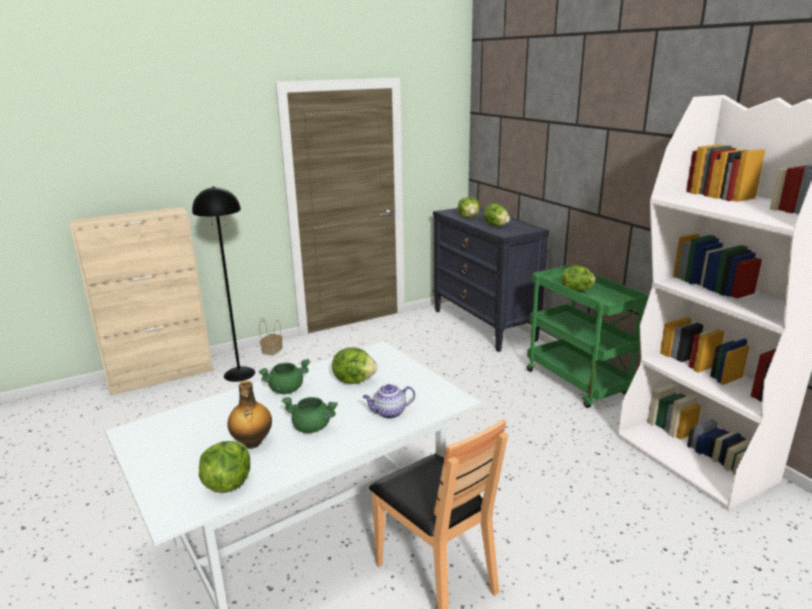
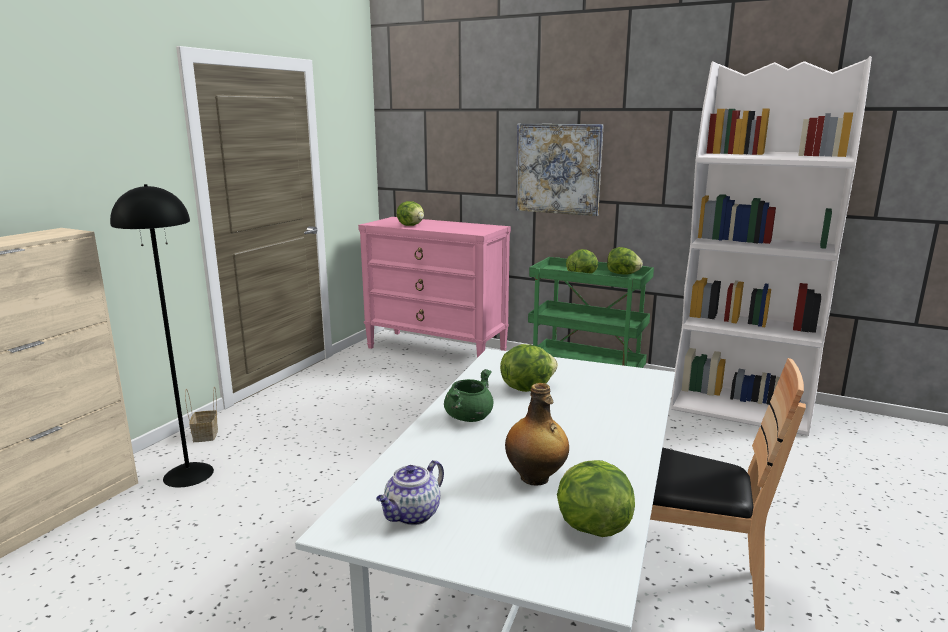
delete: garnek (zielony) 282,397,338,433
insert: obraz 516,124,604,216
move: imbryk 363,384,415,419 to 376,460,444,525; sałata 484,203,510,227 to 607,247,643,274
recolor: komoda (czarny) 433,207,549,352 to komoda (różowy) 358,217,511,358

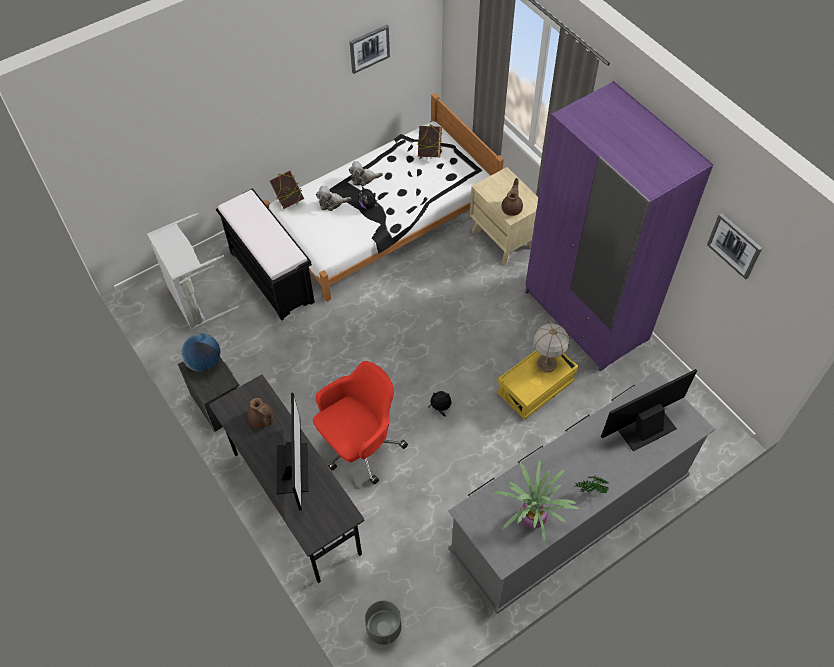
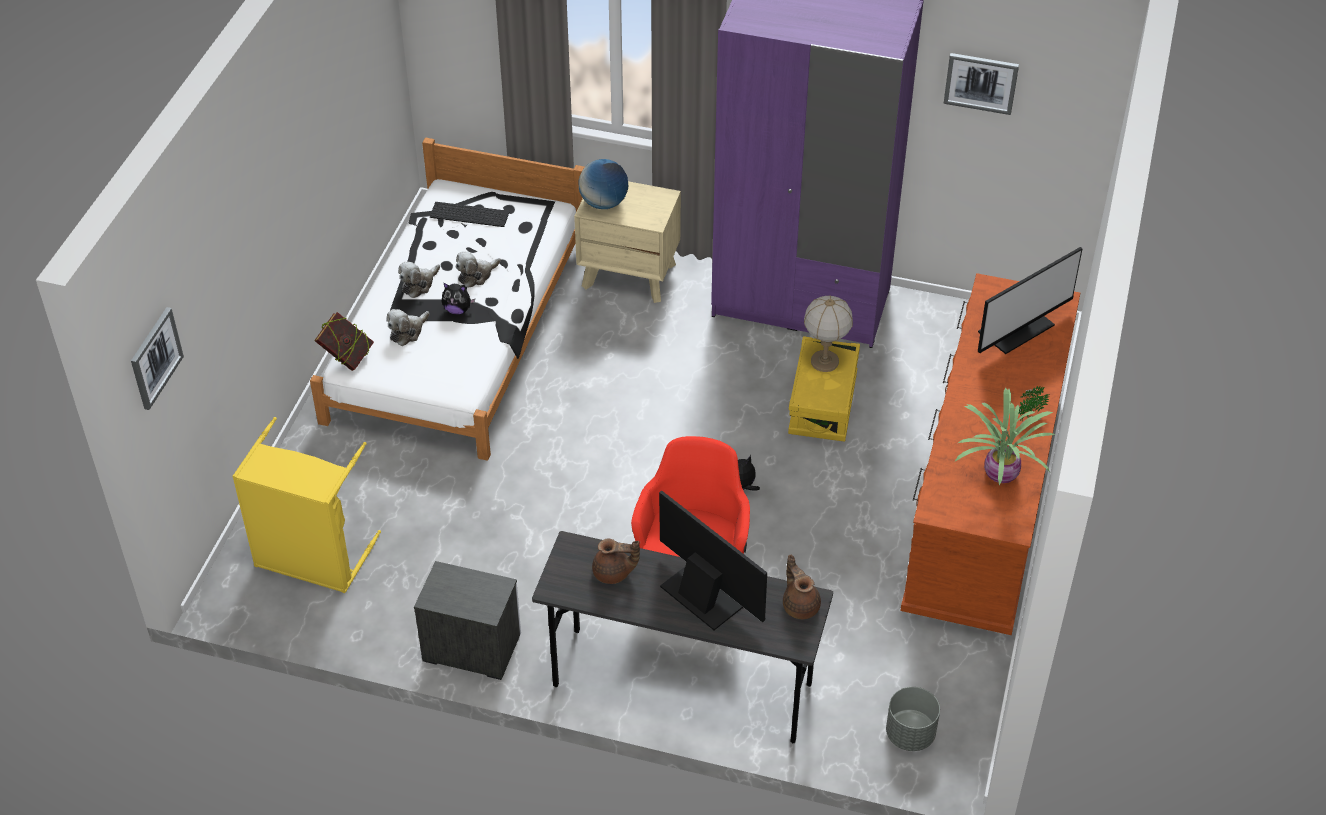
delete: ławka (czarny) 216,188,315,321
insert: pluszak 456,251,501,287
move: globus 181,333,221,372 to 578,159,628,209; obraz 350,25,390,74 to 131,307,184,410; imbryk (brązowy) 501,178,523,216 to 783,555,821,619
replace: książka 418,125,442,158 to klawiatura 430,202,509,227
recolor: kosz na pranie (szary) 147,213,239,330 to kosz na pranie (żółty) 232,417,381,593; komoda (szary) 448,372,715,614 to komoda (brązowy) 900,273,1080,635
rotate: monitor 601,369,697,451 = 978,247,1083,354 150 degrees counterclockwise

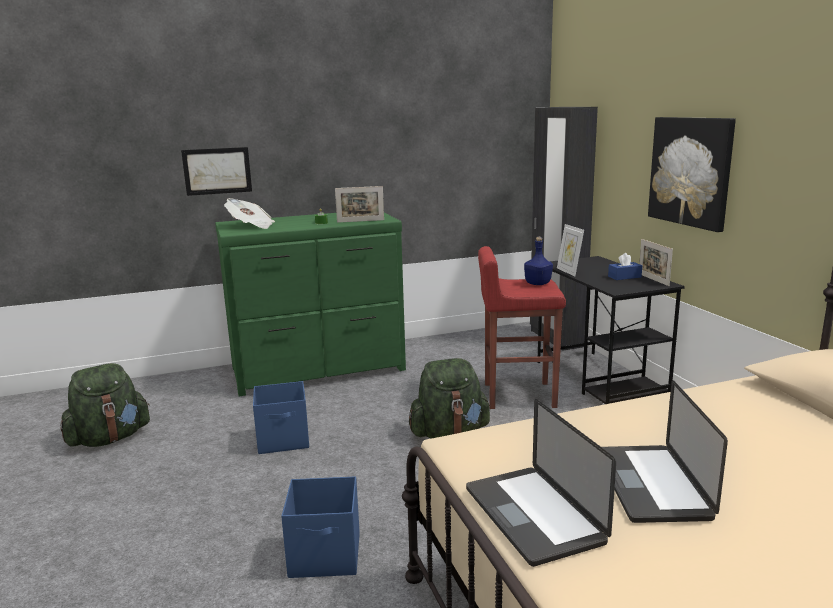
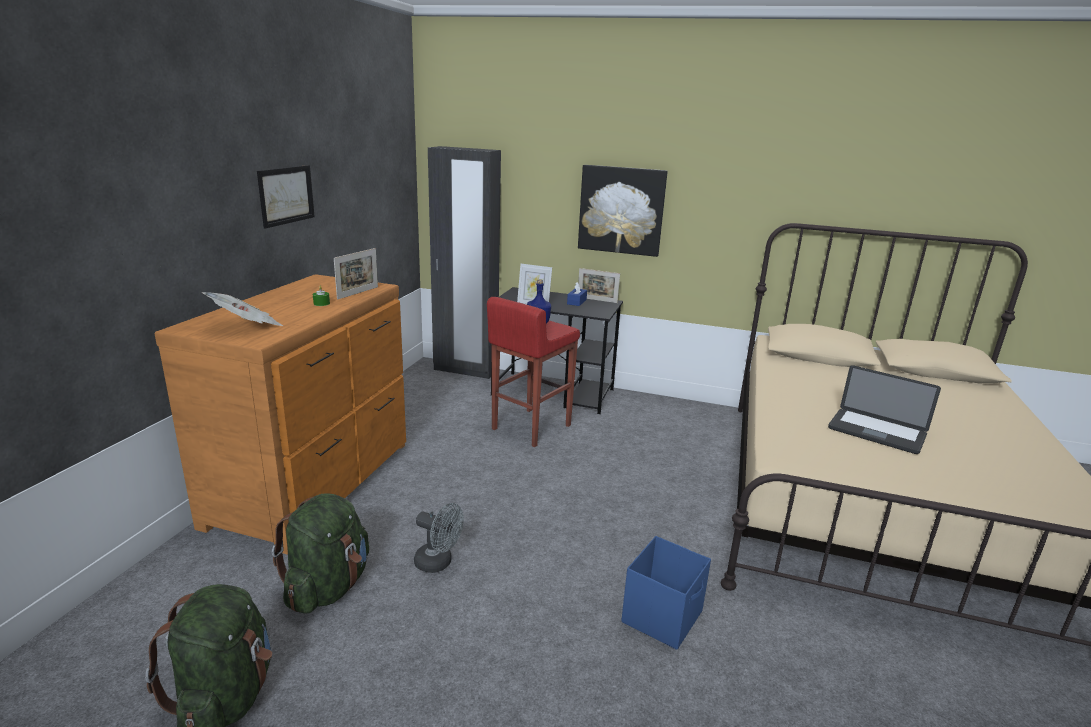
delete: laptop 466,399,616,567
move: obraz 181,147,252,196 to 257,165,315,229; plecak (zielony) 409,358,490,439 to 272,493,369,614
replace: pojemnik do przechowywania (niebieski) 253,381,309,454 to wentylator (szary) 414,503,464,573
recolor: komoda (zielony) 215,213,406,397 to komoda (brązowy) 154,274,406,554

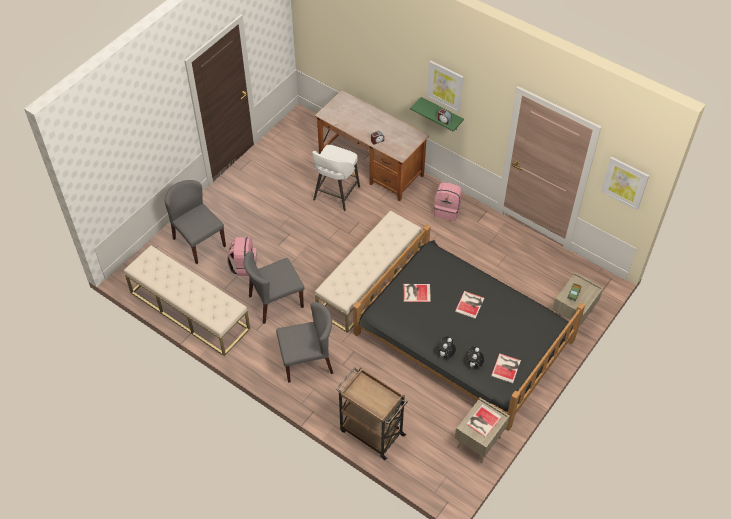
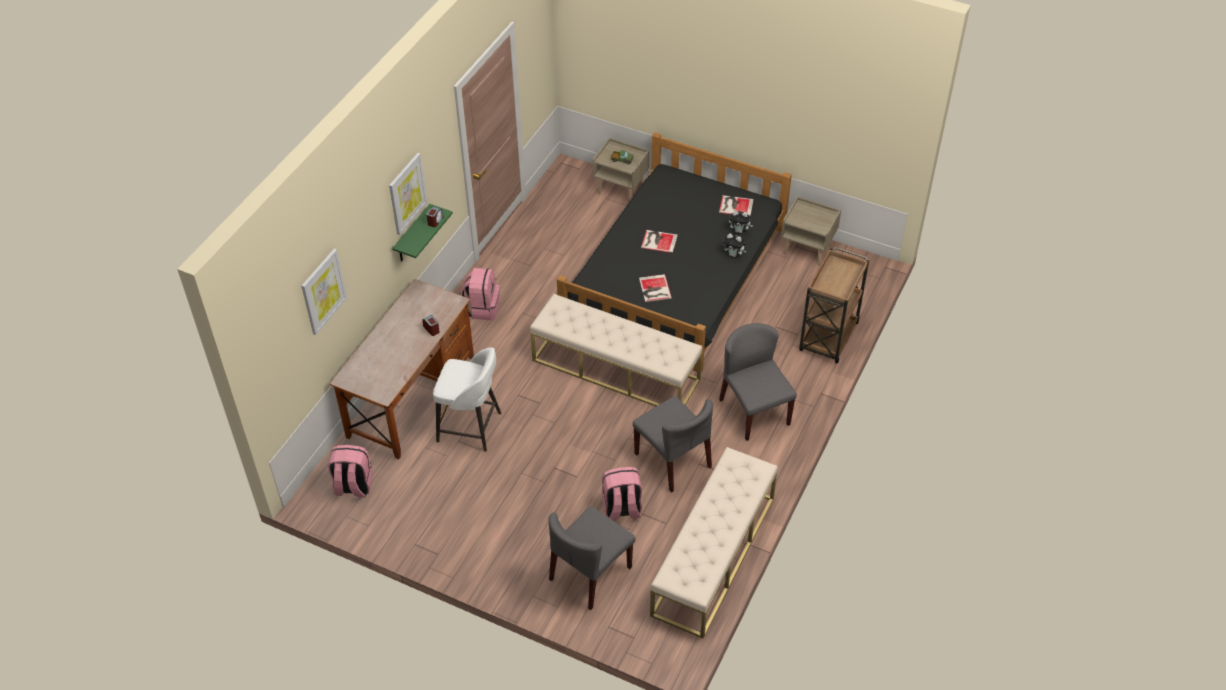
delete: książka 466,404,502,438
insert: plecak (różowy) 328,445,373,498
move: obraz 601,157,649,210 to 301,249,347,335

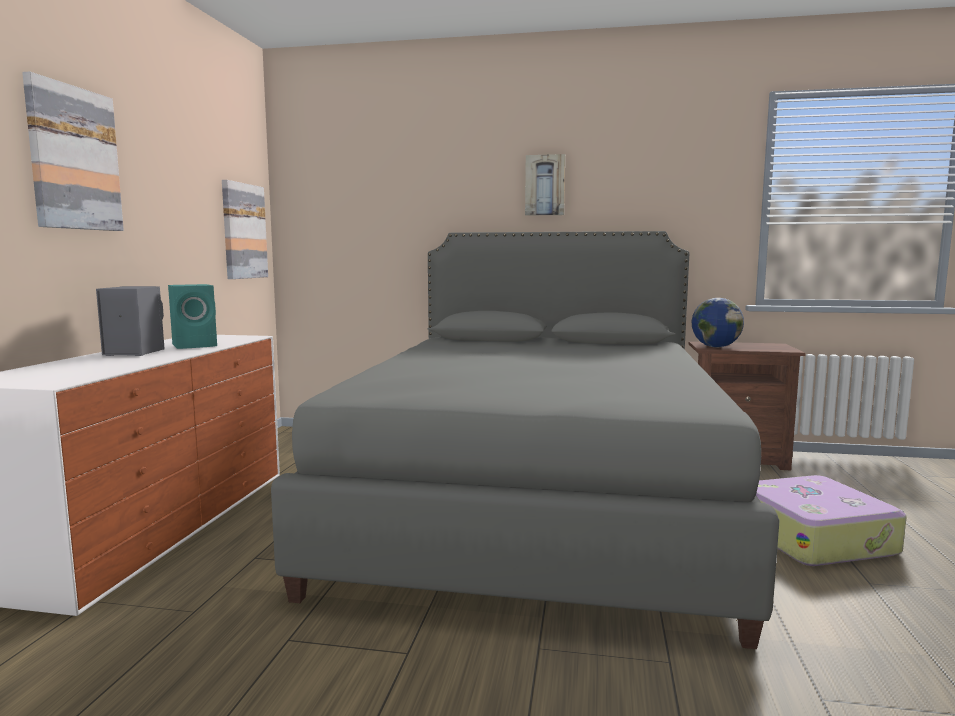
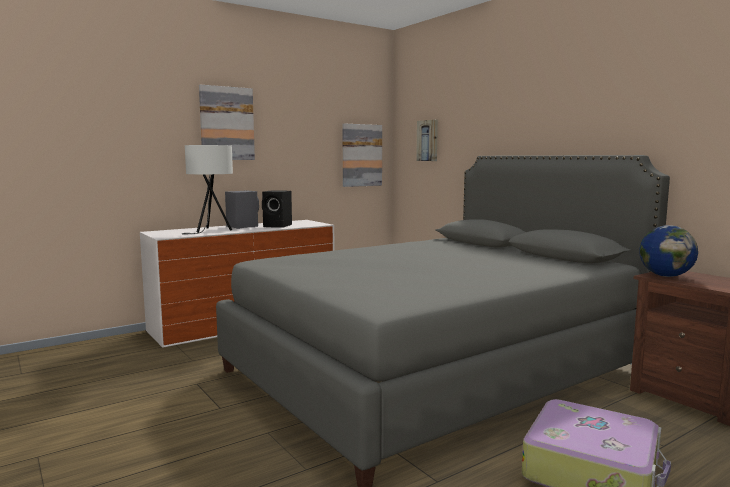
insert: lampa stołowa (biały) 182,145,233,235
move: obraz 525,154,565,216 to 416,120,438,161
recolor: głośnik (turkusowy) 168,284,217,349 to głośnik (czarny) 262,190,292,228

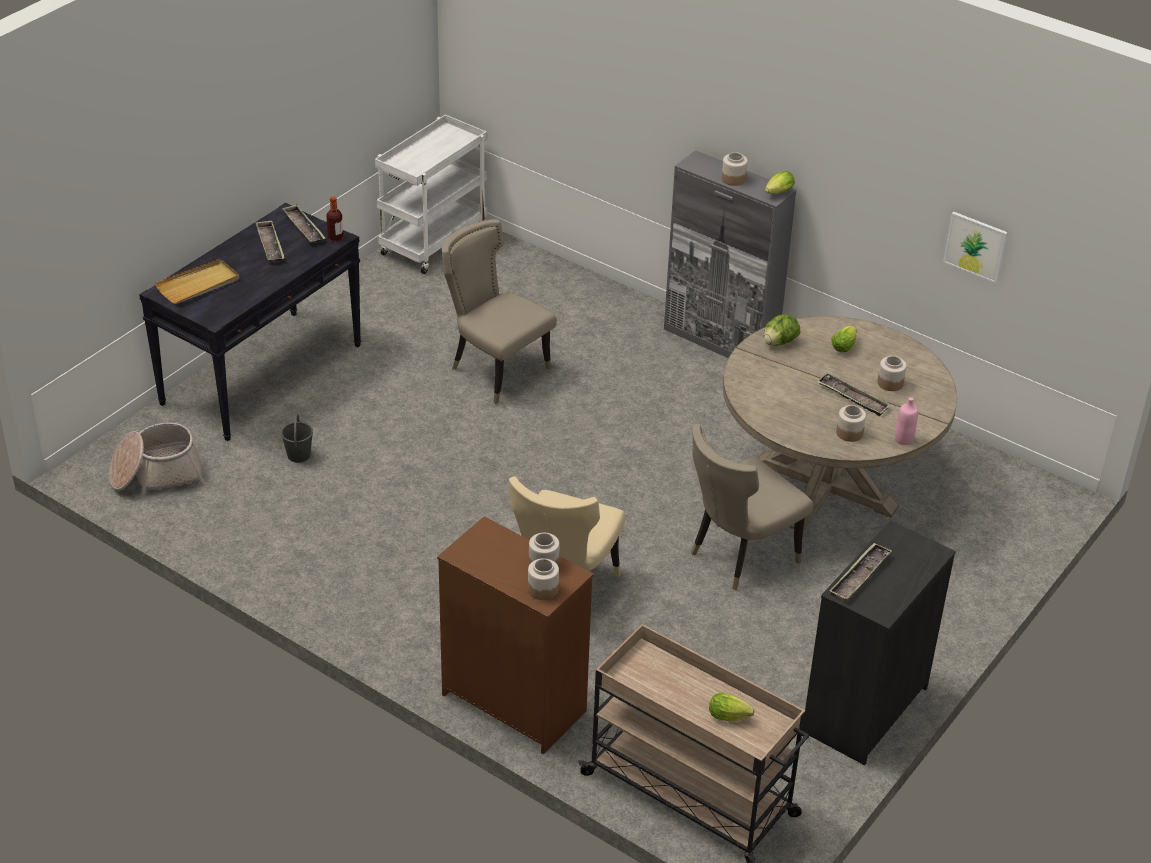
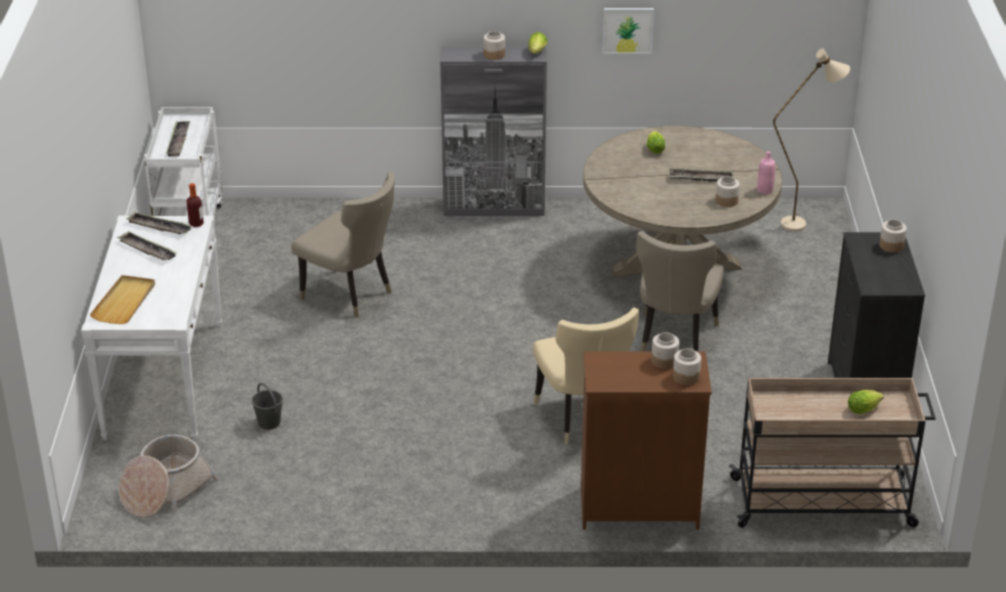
delete: sałata 764,314,800,346
insert: lampa stojąca (beżowy) 773,48,850,231
move: taca 829,543,892,601 to 166,121,190,156; słoik 877,356,907,391 to 879,219,907,253; obraz 943,211,1007,283 to 603,8,654,54
recolor: stolik konsolowy (czarny) 139,203,361,441 to stolik konsolowy (biały) 81,216,222,440
rotate: krzesło (beżowy) 442,219,557,404 = 291,172,395,318 150 degrees counterclockwise

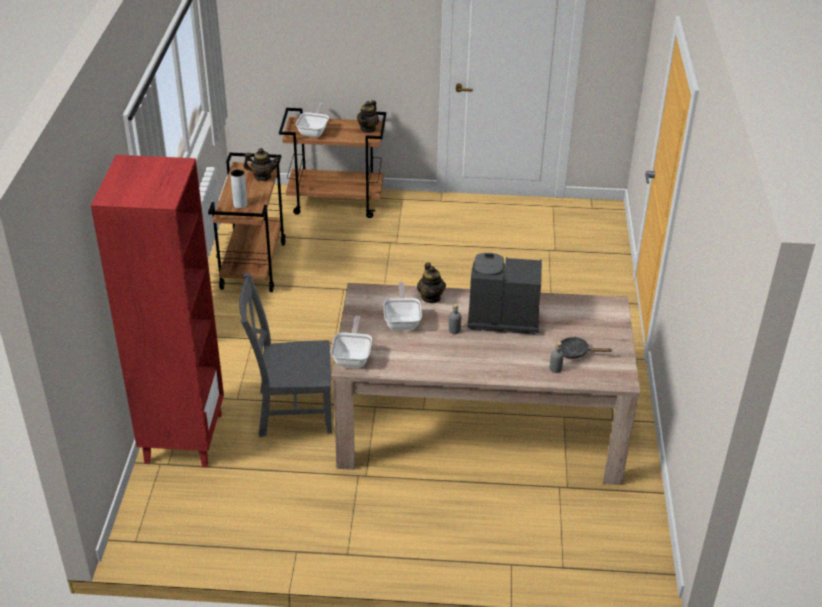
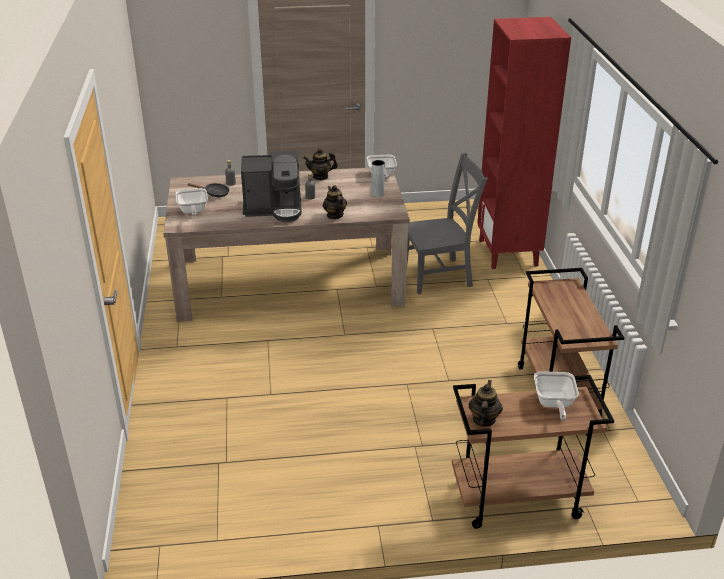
move: wazon (szary) 230,169,247,208 to 371,160,385,197; imbryk 243,148,279,181 to 303,148,338,180; patelnia 384,282,422,331 to 176,188,208,216

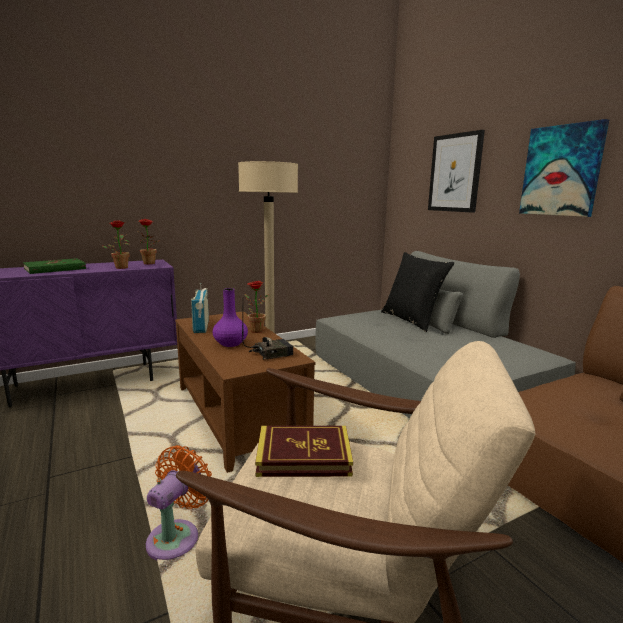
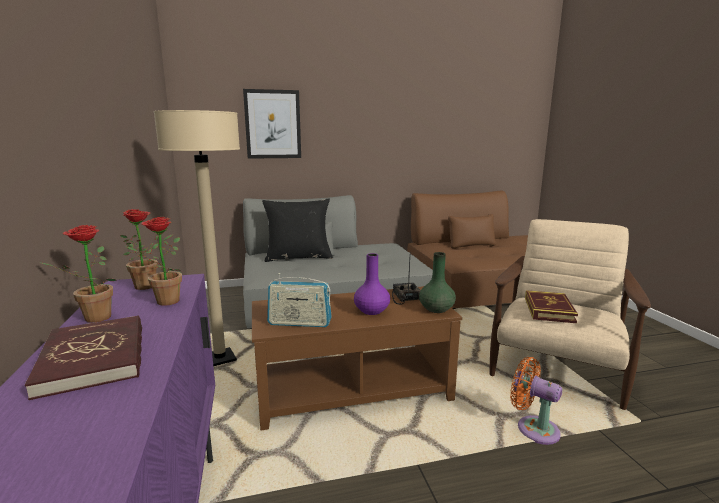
delete: obraz 519,119,609,217
insert: wazon (zielony) 419,252,456,313
move: roślina doniczkowa 244,281,268,333 to 38,225,116,323
recolor: książka (zielony) 23,258,86,274 to książka (czerwony) 25,315,142,400

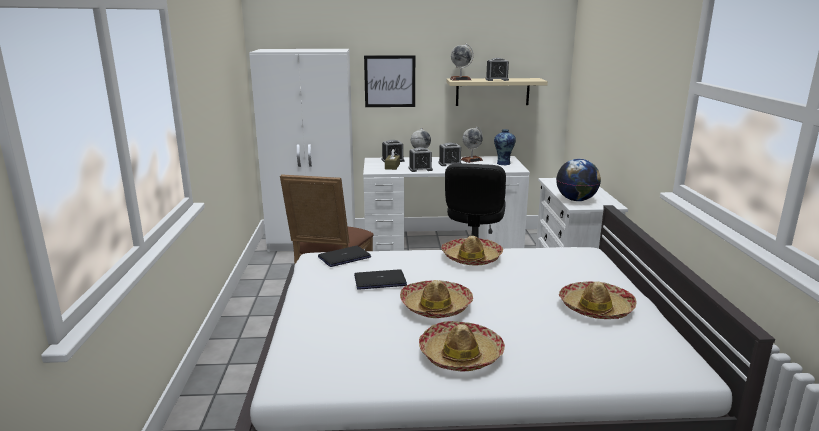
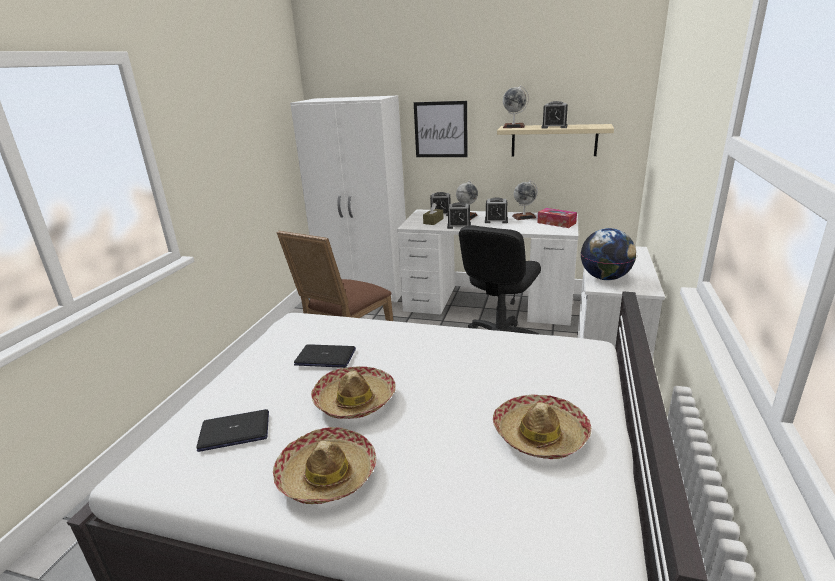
delete: kapelusz 441,236,503,265
move: laptop 318,246,371,267 to 196,409,269,452
replace: wazon 494,129,516,165 to pudełko chusteczek 537,208,577,228

